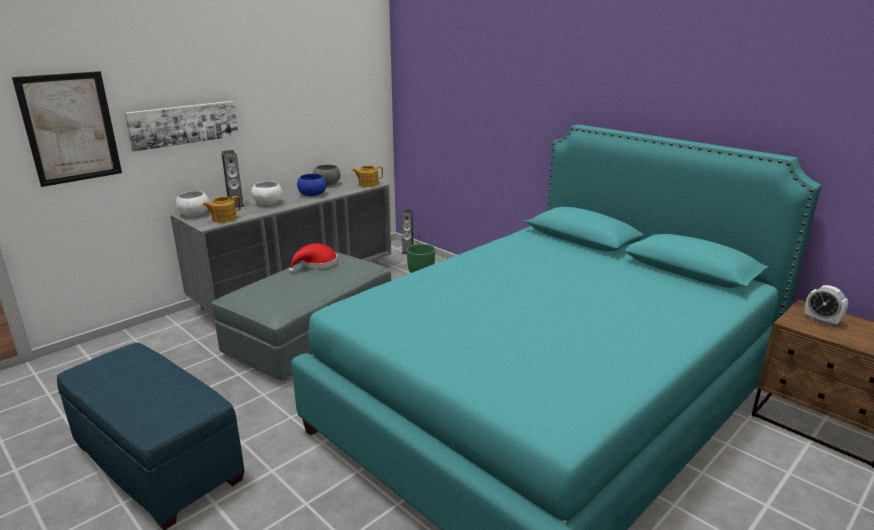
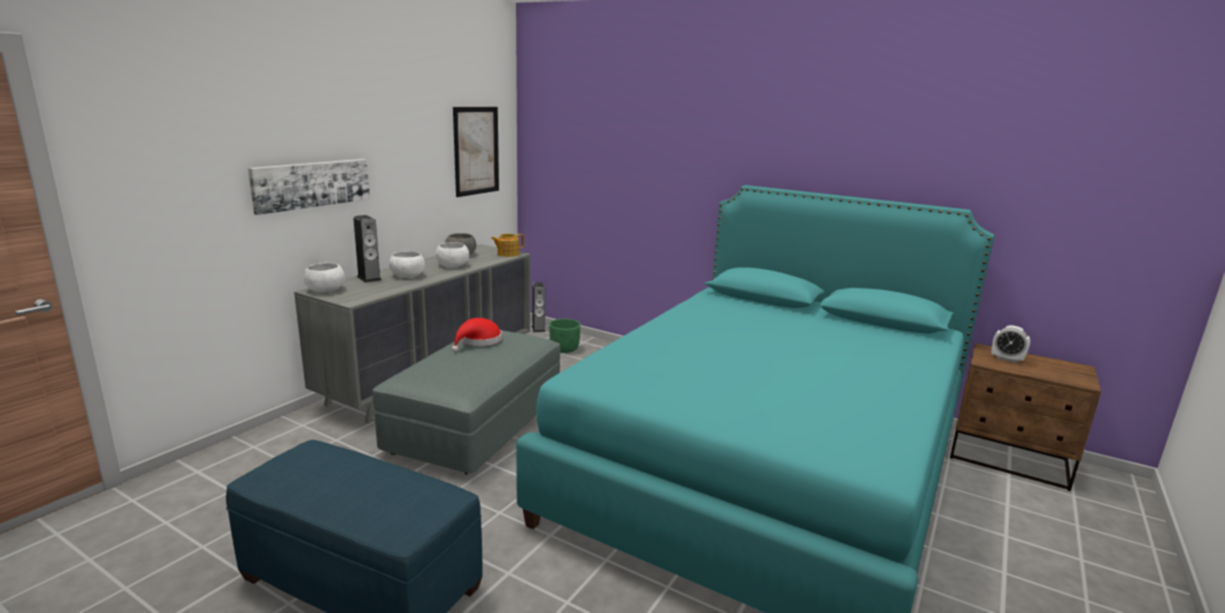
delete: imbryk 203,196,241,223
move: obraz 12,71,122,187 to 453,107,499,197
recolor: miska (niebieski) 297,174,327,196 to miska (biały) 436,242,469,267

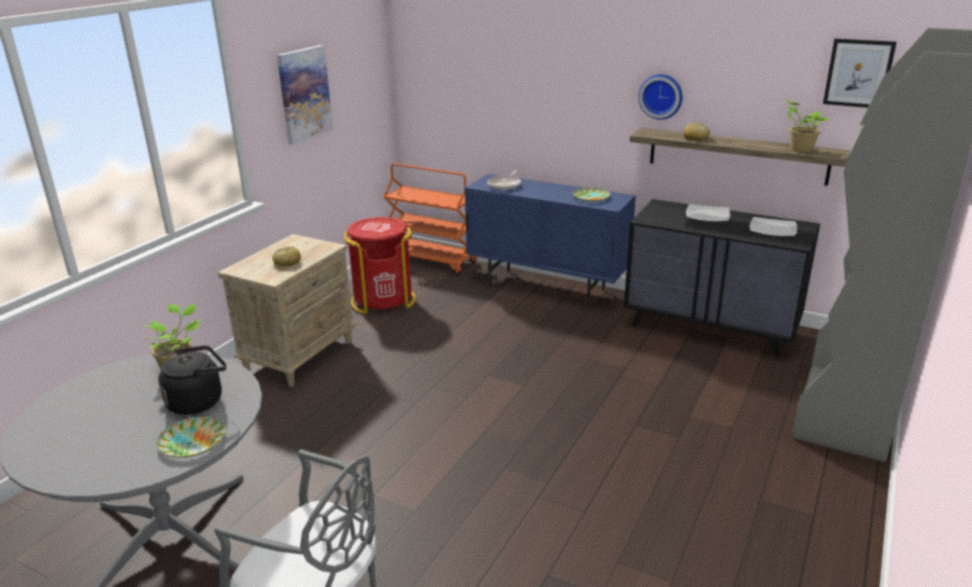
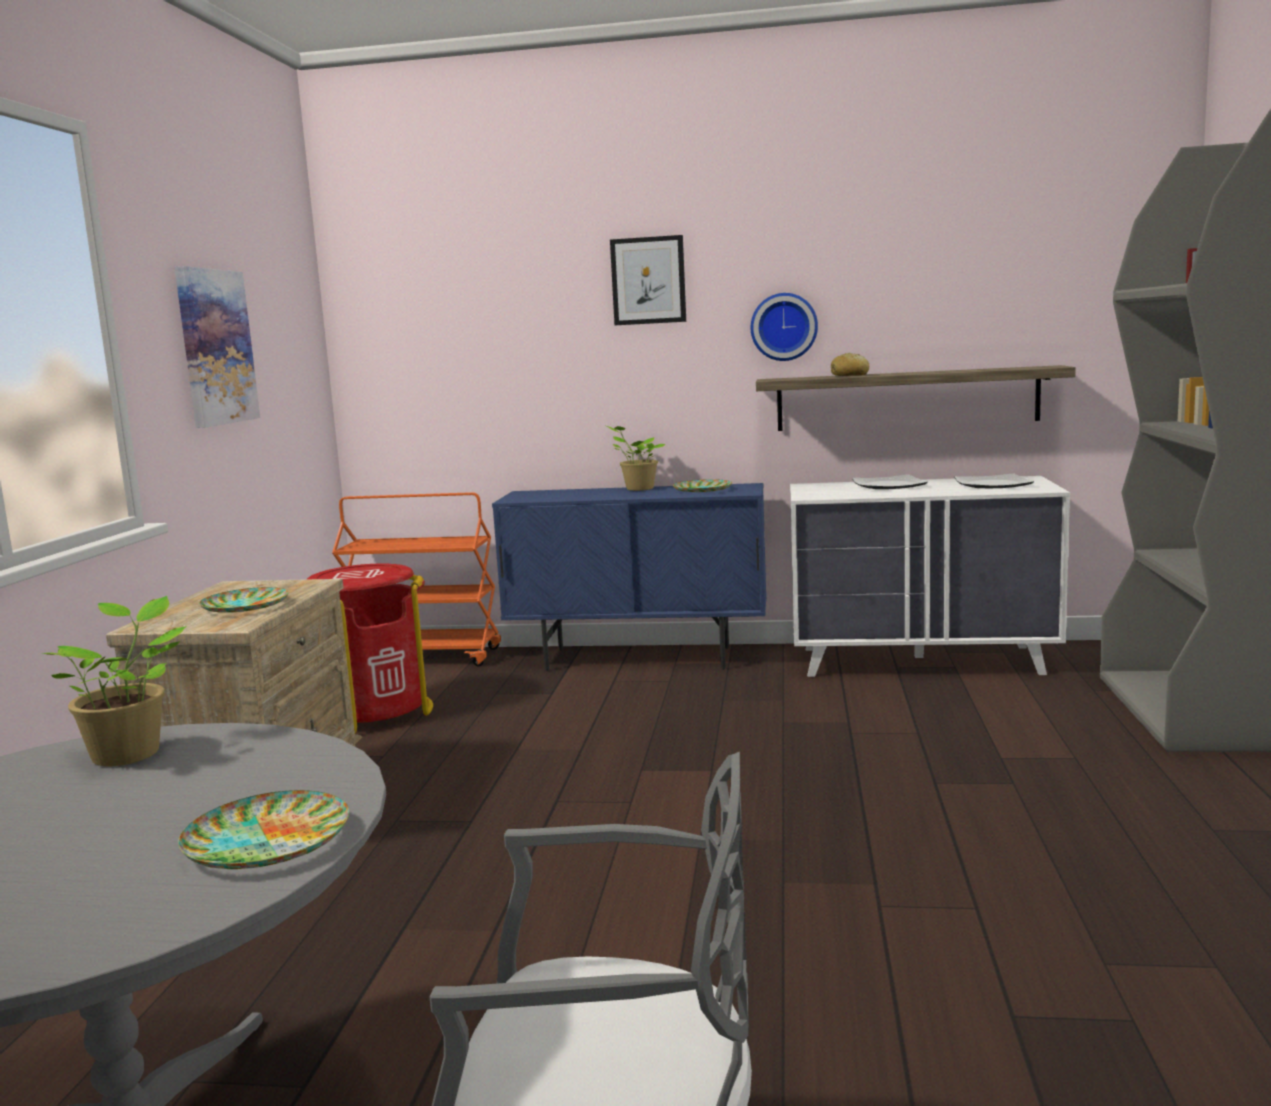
delete: czajnik (czarny) 158,345,226,415; patelnia 487,170,521,190
move: roślina doniczkowa 784,99,829,152 to 606,426,665,491; obraz 823,39,897,108 to 610,235,686,325
replace: chleb 272,246,301,266 to talerz 199,587,289,613
recolor: komoda (czarny) 624,199,820,358 to komoda (biały) 790,476,1070,677

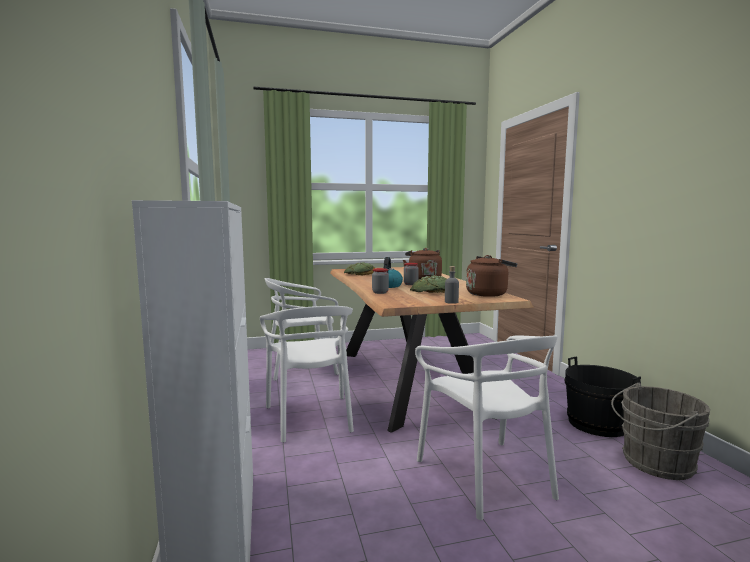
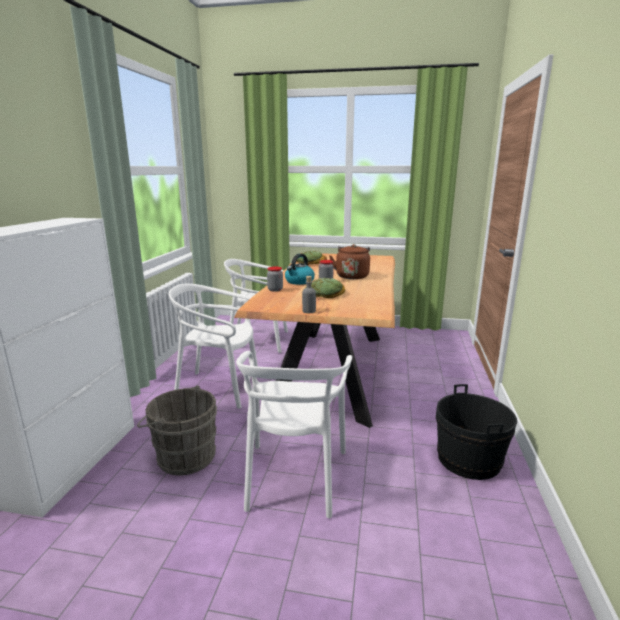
delete: czajnik (brązowy) 466,255,517,297
move: wiadro (szary) 611,383,710,480 to 137,385,217,475
rotate: krzesło (biały) 260,306,354,443 = 169,283,258,409 90 degrees clockwise

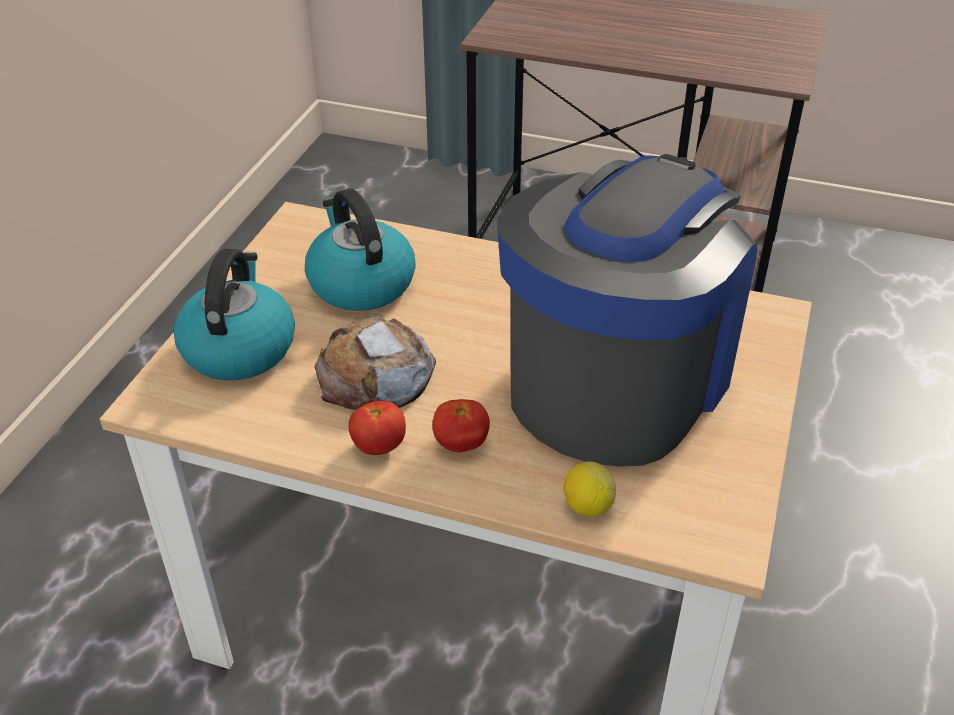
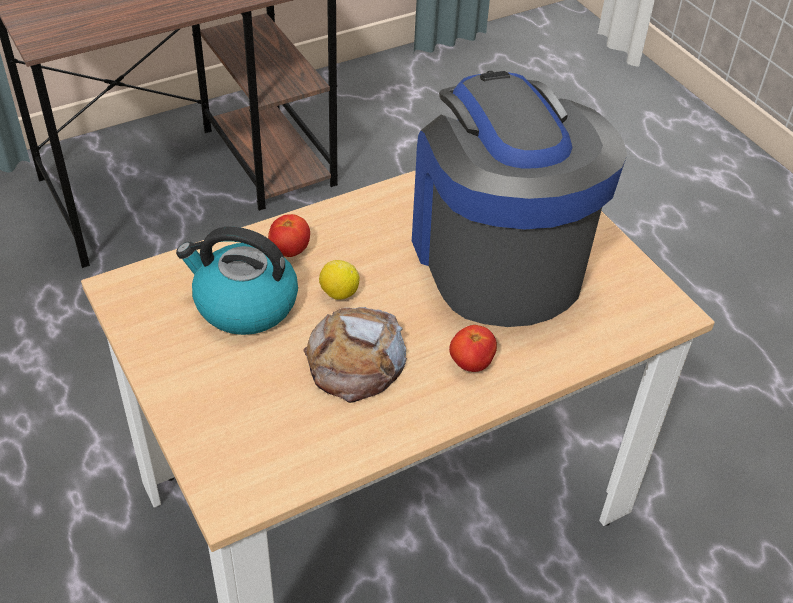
delete: czajnik 174,249,295,380
move: pomidor 348,401,406,455 to 268,214,310,257; cytryna 563,461,616,516 to 319,260,360,300

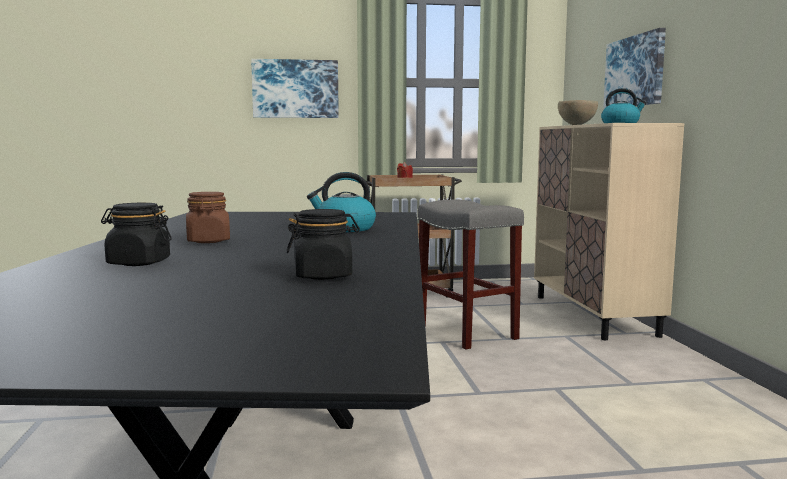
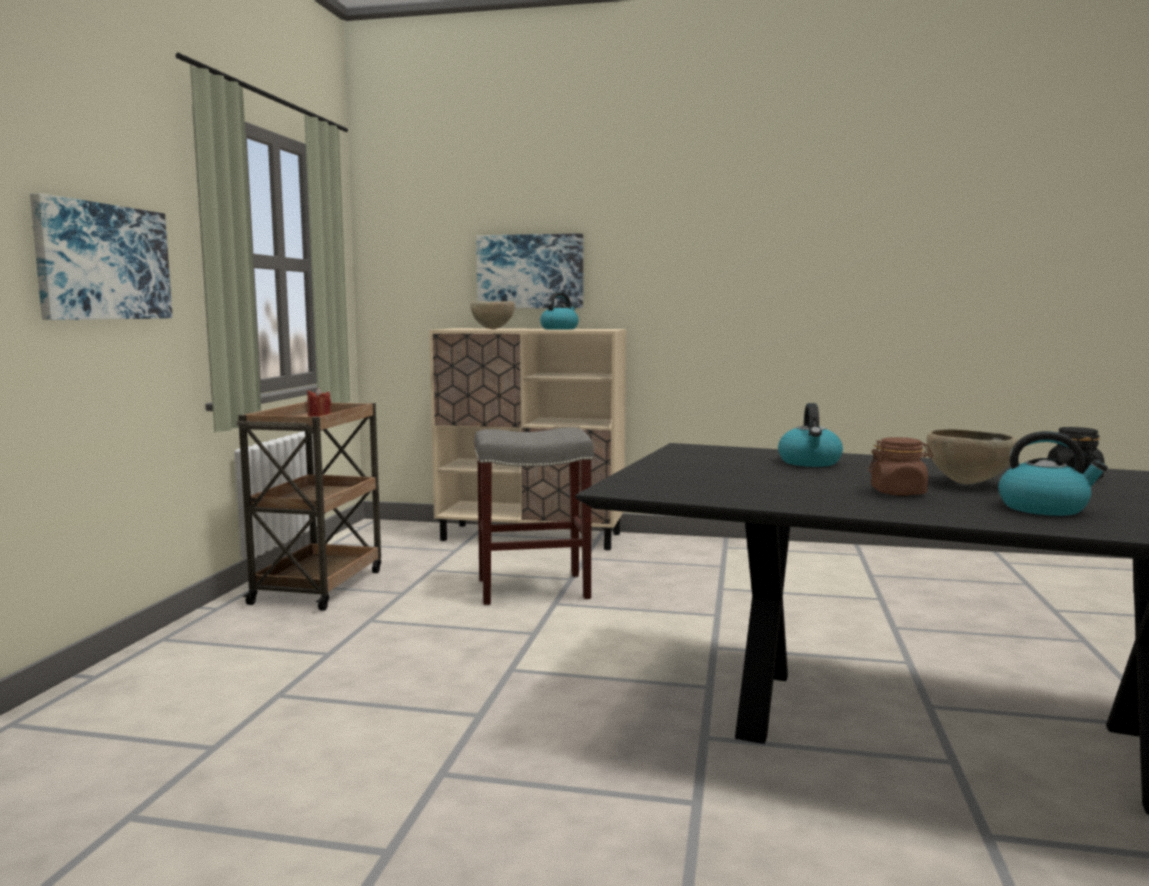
insert: miska (brązowy) 927,429,1017,484
replace: słoik (czarny) 101,203,172,266 to czajnik 998,431,1108,516

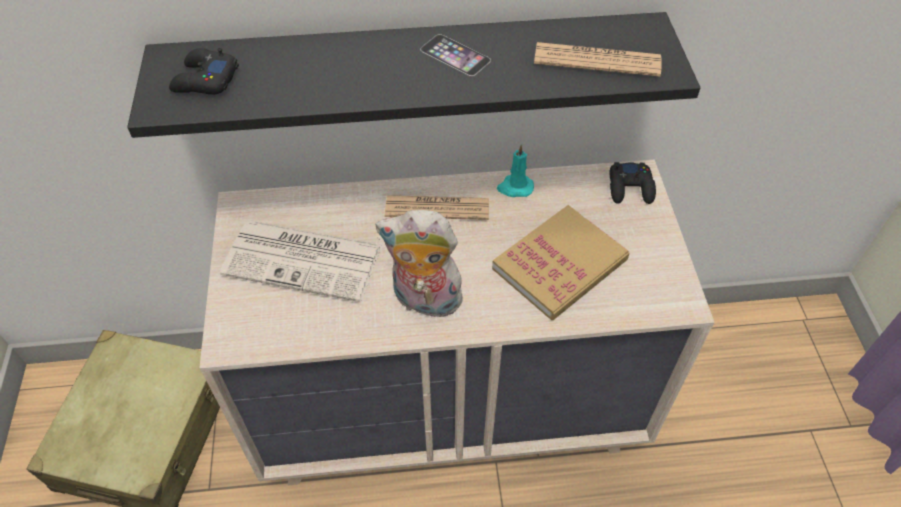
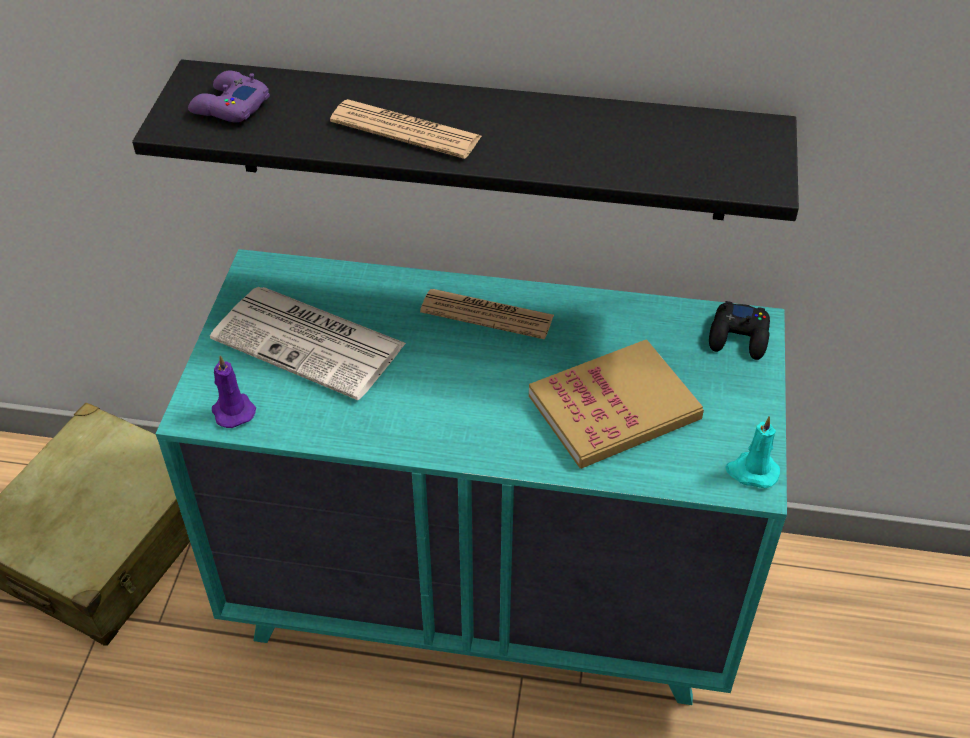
delete: pluszak 376,210,469,322; telefon 420,34,491,76
insert: świeca (fioletowy) 212,355,256,428
move: świeca (turkusowy) 497,145,534,197 to 725,416,780,488; gazeta 534,42,662,76 to 330,99,482,159
recolor: pad do gier (czarny) 169,48,239,94 to pad do gier (fioletowy) 188,71,270,122; komoda (beżowy) 199,160,715,485 to komoda (turkusowy) 156,249,787,705

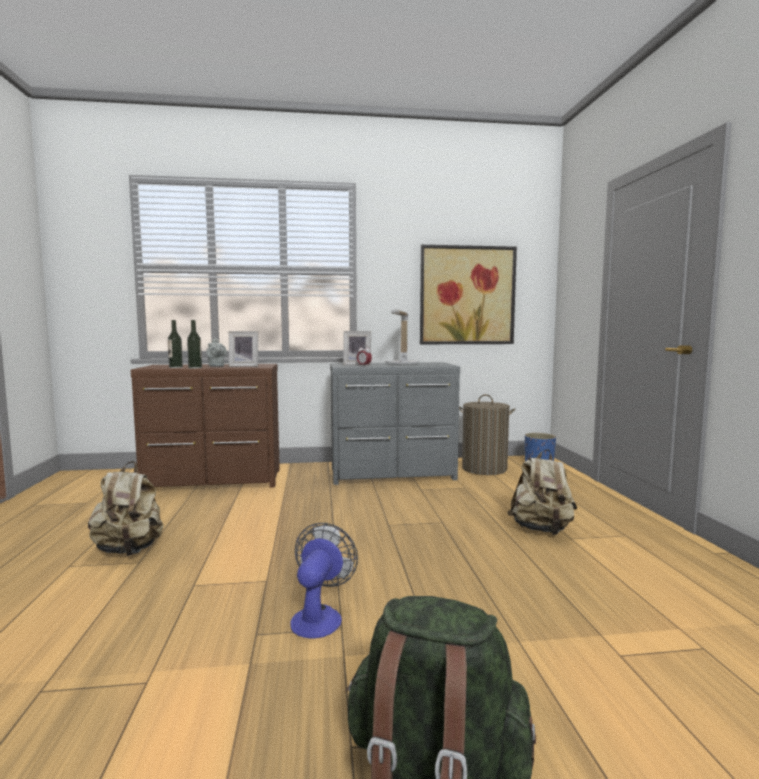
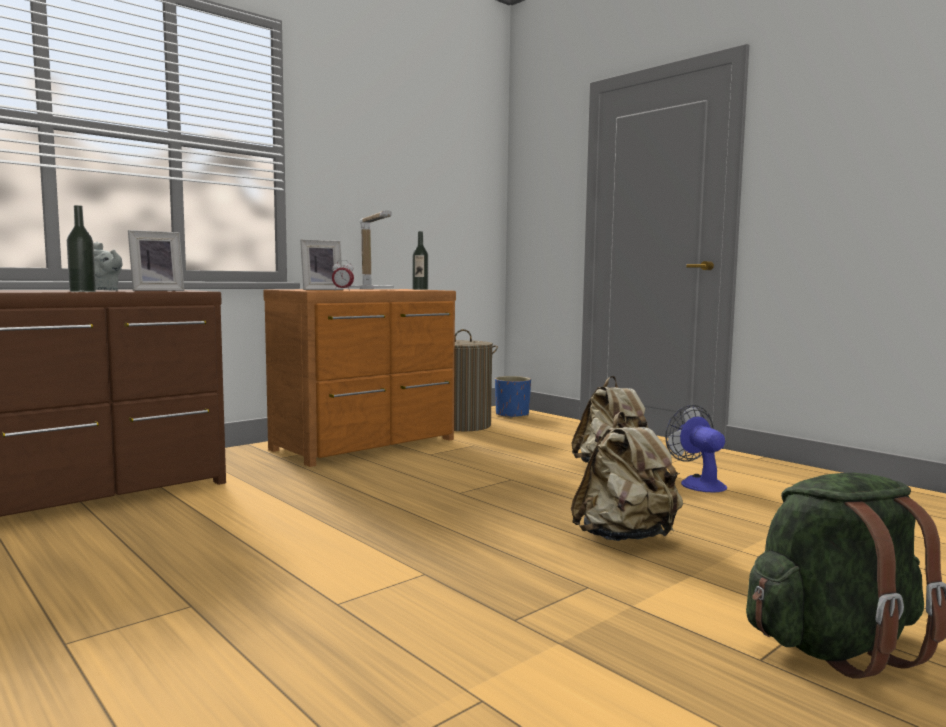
delete: obraz 420,245,517,344
move: plecak (beżowy) 88,461,164,556 to 571,412,683,541; butelka 168,320,183,368 to 412,231,428,290; wentylator 291,523,358,638 to 666,405,727,492
recolor: komoda (szary) 330,362,460,485 to komoda (brązowy) 263,289,456,467

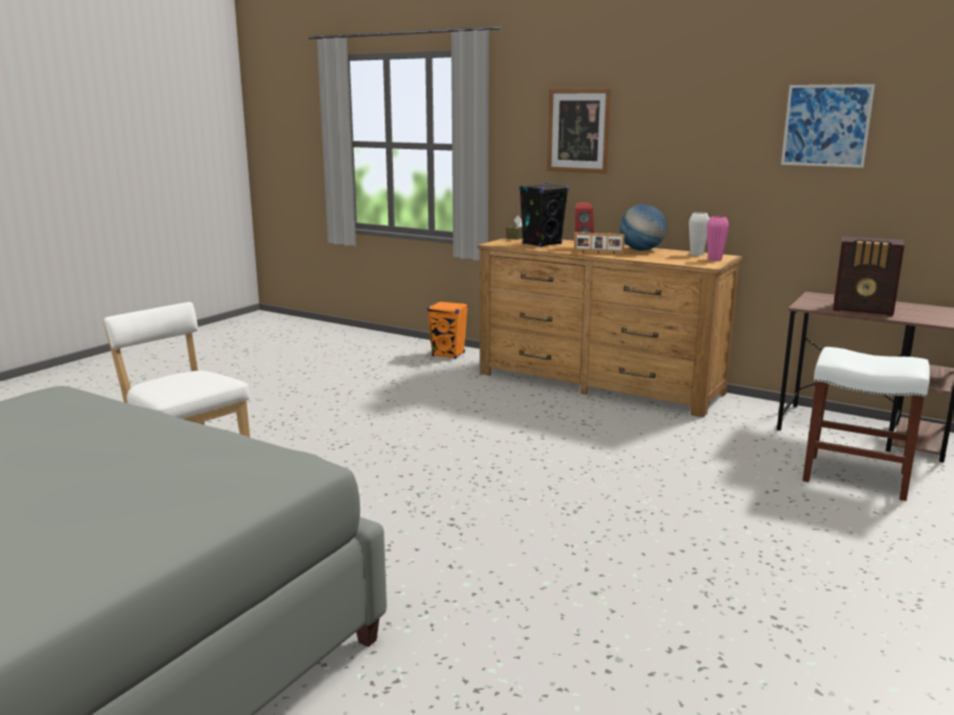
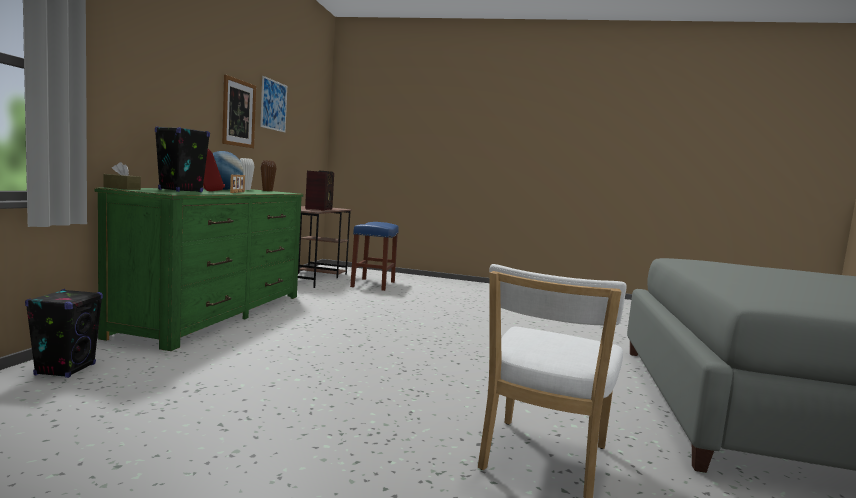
move: obraz 547,88,611,174 to 222,75,256,148
recolor: głośnik (pomarańczowy) 427,301,468,359 to głośnik (czarny) 25,289,103,378; komoda (brązowy) 477,238,742,417 to komoda (zielony) 94,188,303,351; wazon (różowy) 707,216,729,261 to wazon (brązowy) 261,160,276,191; stołek (biały) 803,347,930,501 to stołek (niebieski) 350,222,399,291

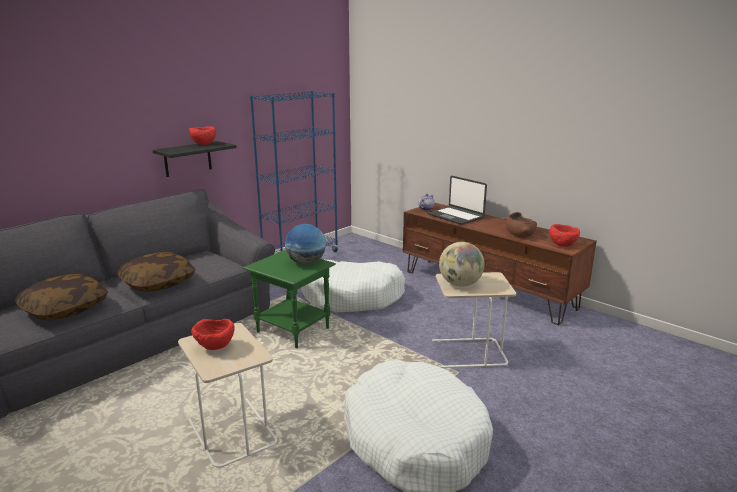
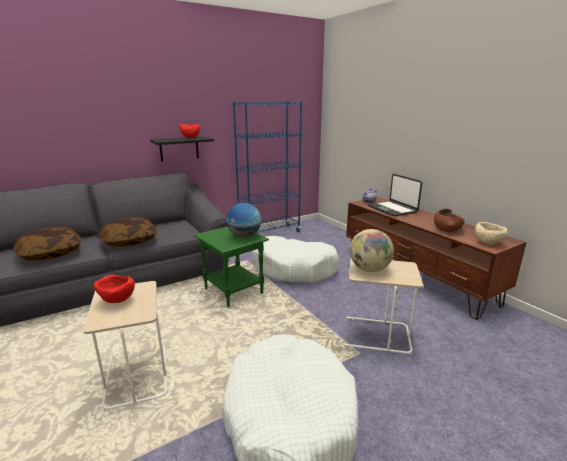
recolor: miska (czerwony) 550,224,580,247 to miska (beżowy) 475,222,508,245

